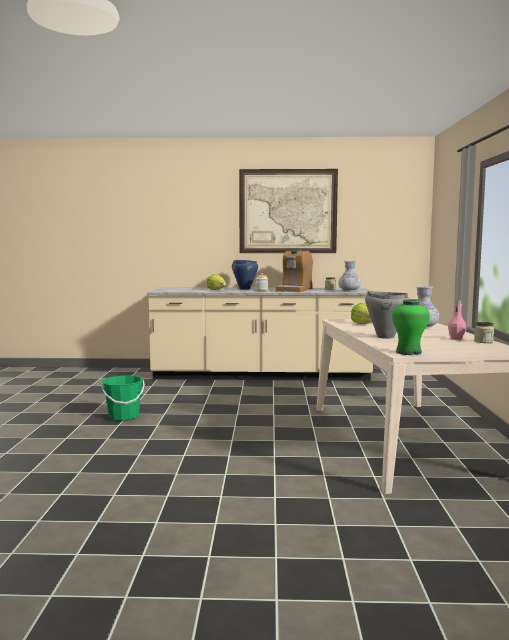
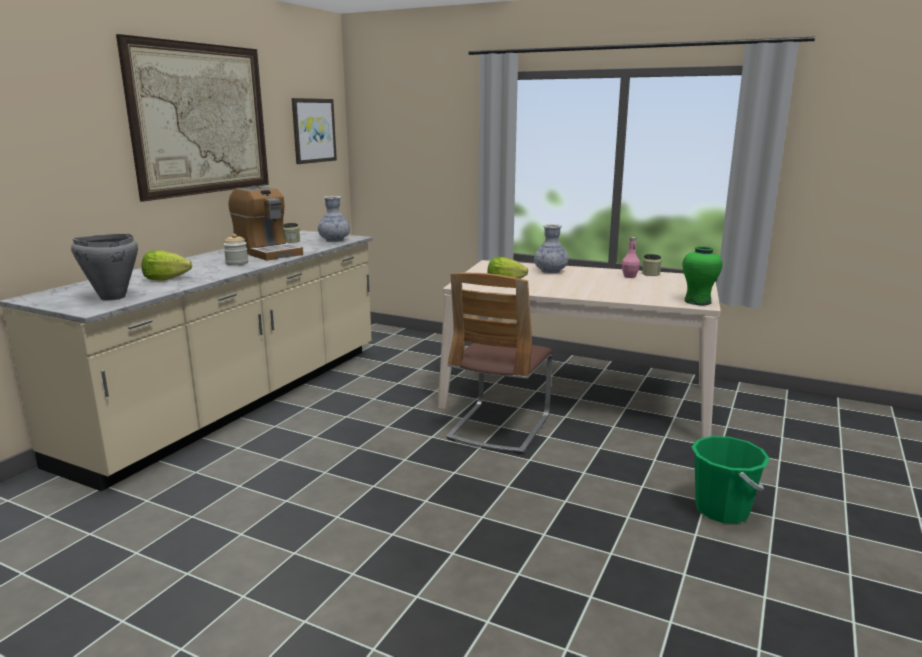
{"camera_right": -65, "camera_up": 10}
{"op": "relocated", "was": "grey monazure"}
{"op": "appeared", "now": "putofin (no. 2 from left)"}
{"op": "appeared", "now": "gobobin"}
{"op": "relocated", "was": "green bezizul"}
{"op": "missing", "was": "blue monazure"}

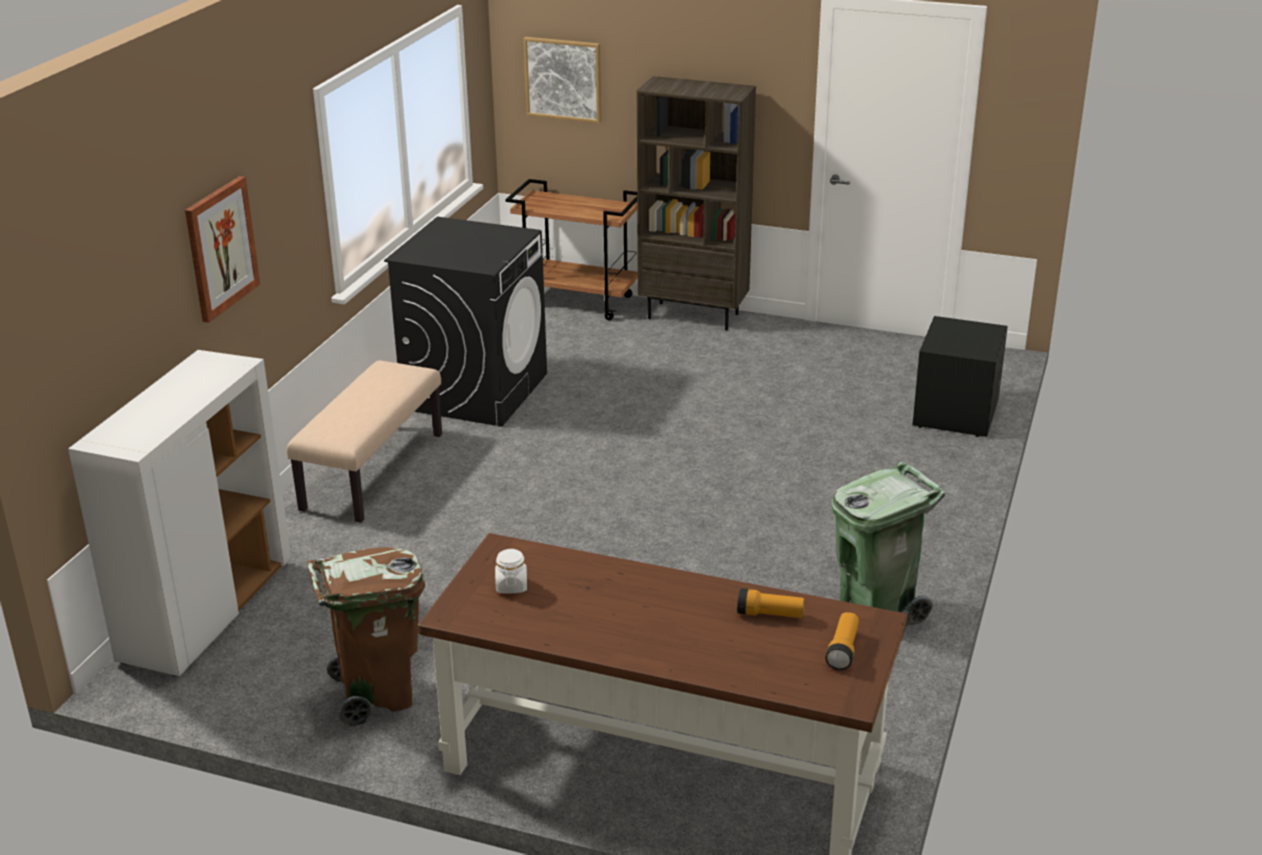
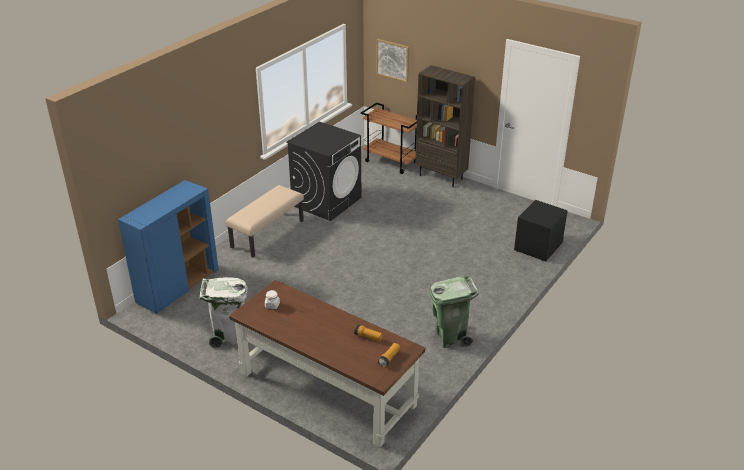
{"camera_right": 15, "camera_up": 5}
{"op": "colour", "was": "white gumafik", "now": "blue gumafik"}
{"op": "colour", "was": "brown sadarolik", "now": "white sadarolik"}
{"op": "missing", "was": "putofin (no. 1 from left)"}

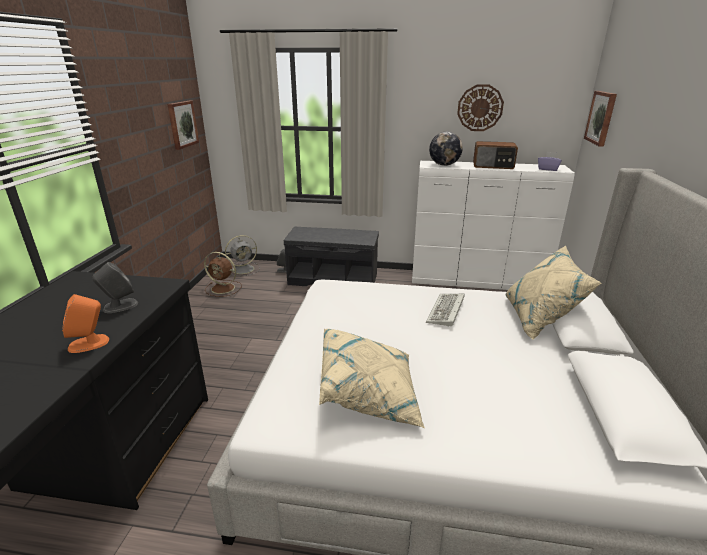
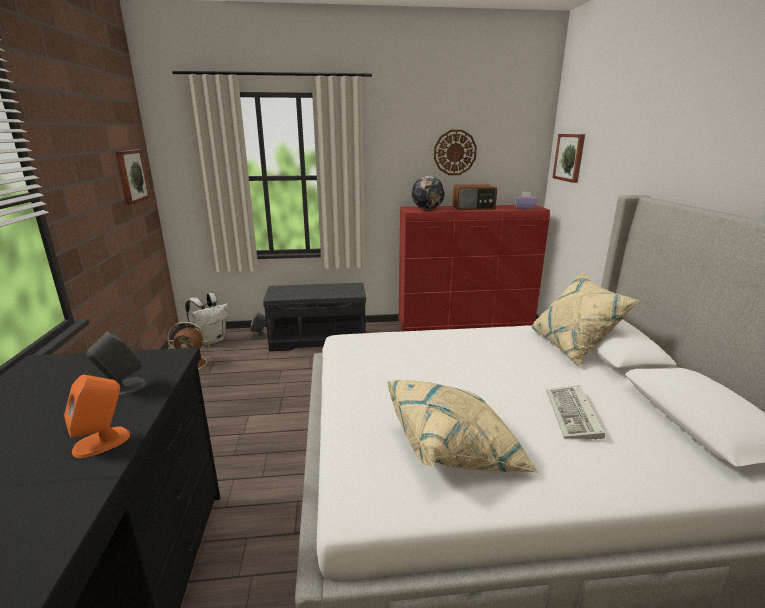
{"camera_right": -15, "camera_up": -5}
{"op": "exchanged", "was": "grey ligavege", "now": "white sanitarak"}
{"op": "colour", "was": "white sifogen", "now": "red sifogen"}
{"op": "relocated", "was": "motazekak"}

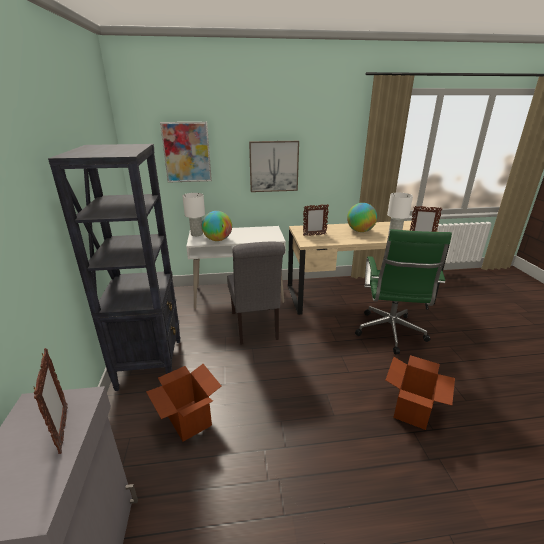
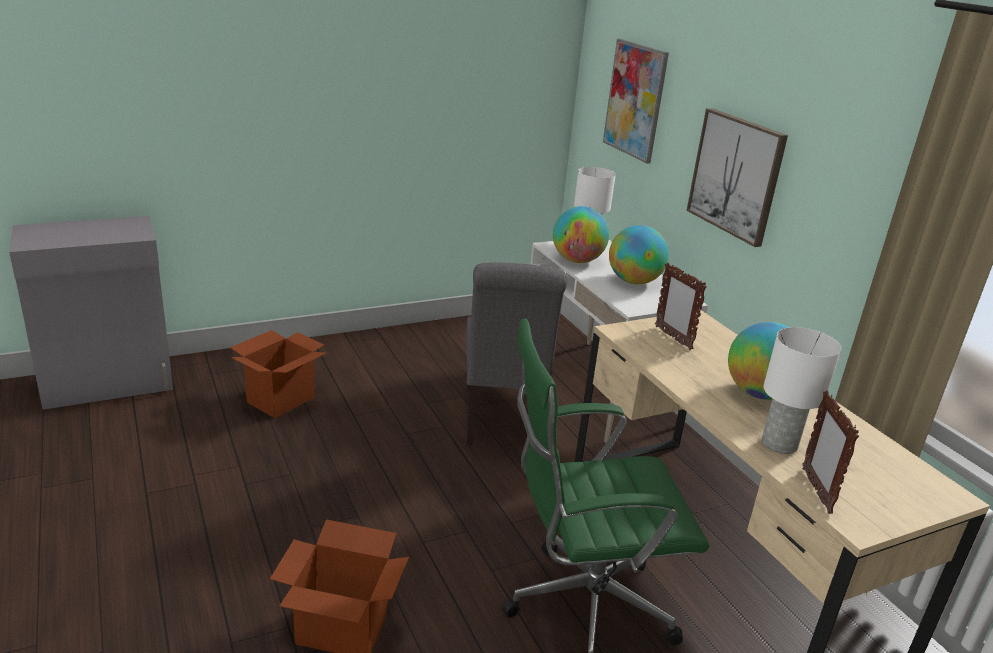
{"camera_right": 70, "camera_up": 0}
{"op": "spun", "was": "grey gobobin", "clockwise": -60}
{"op": "appeared", "now": "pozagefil (no. 2 from left)"}
{"op": "missing", "was": "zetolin (no. 1 from left)"}
{"op": "missing", "was": "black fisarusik"}

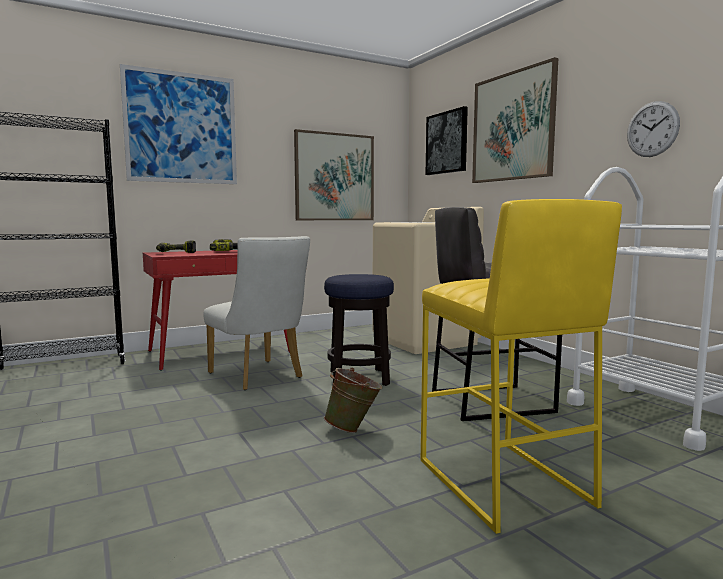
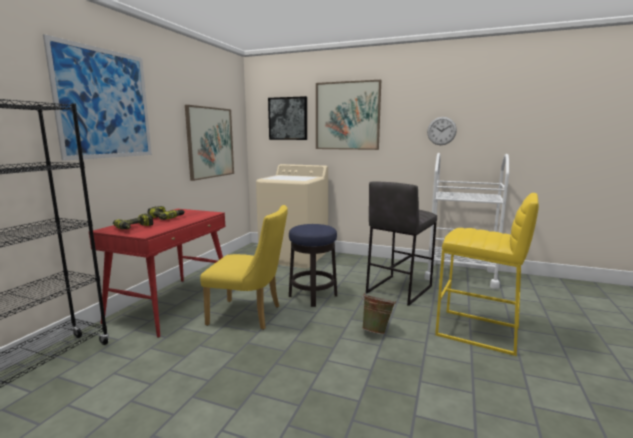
{"camera_right": -40, "camera_up": 5}
{"op": "colour", "was": "white gobobin", "now": "yellow gobobin"}

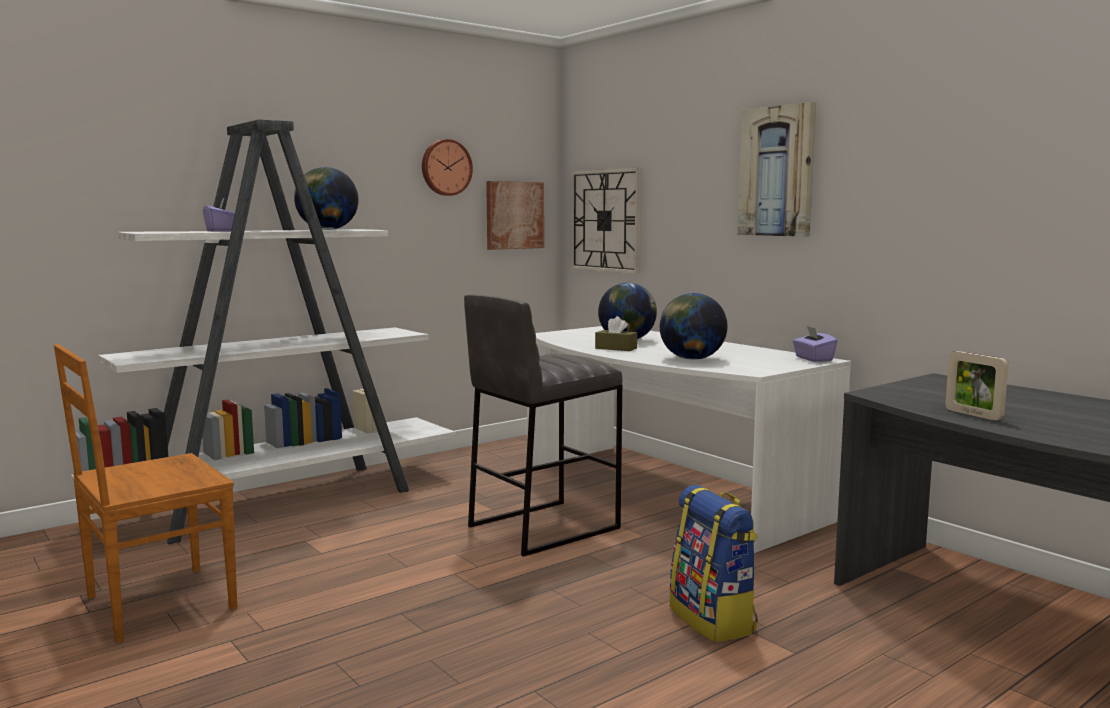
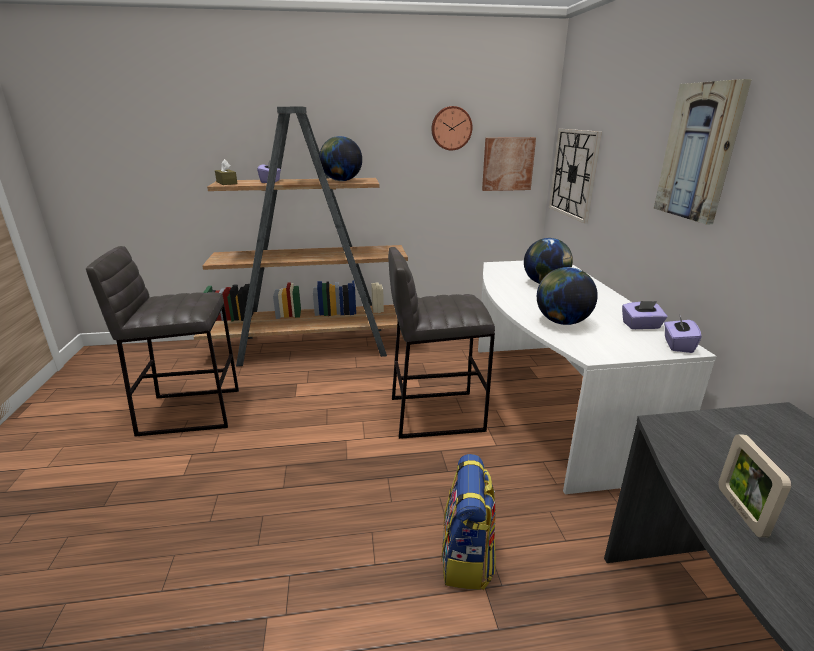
{"camera_right": 30, "camera_up": 15}
{"op": "exchanged", "was": "brown gobobin", "now": "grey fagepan (no. 1 from left)"}
{"op": "colour", "was": "white fisarusik", "now": "brown fisarusik"}
{"op": "relocated", "was": "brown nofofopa"}
{"op": "appeared", "now": "purple nofofopa (no. 2 from left)"}

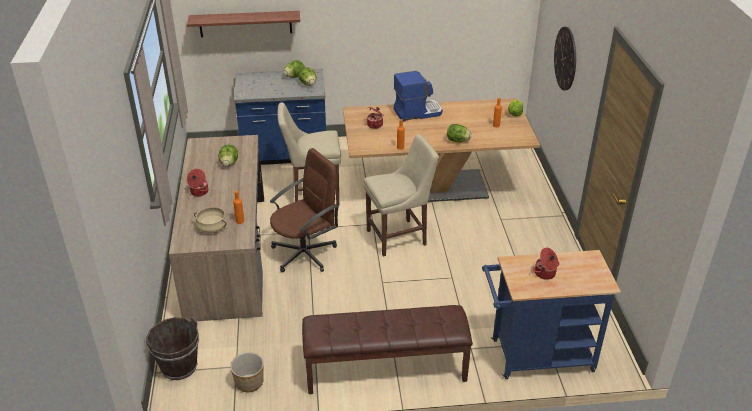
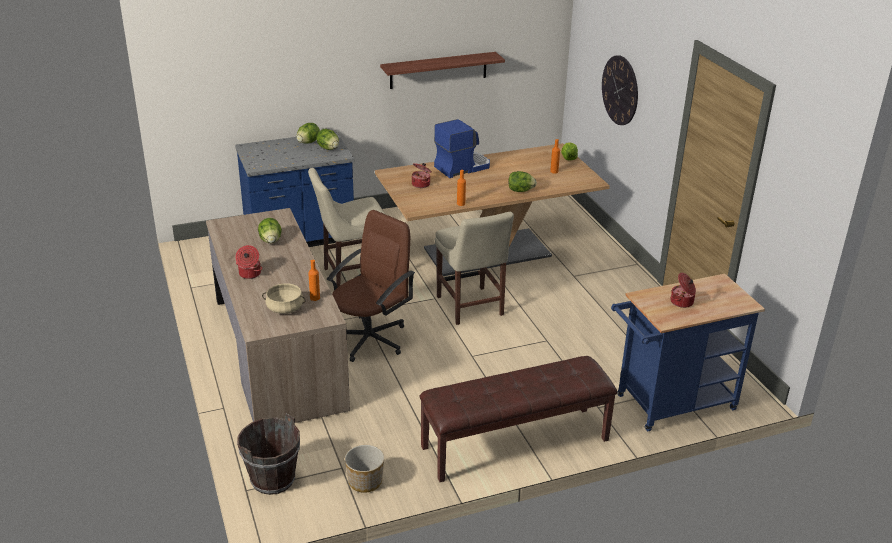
{"camera_right": -15, "camera_up": -5}
{"op": "relocated", "was": "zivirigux"}
{"op": "spun", "was": "beige gobobin (no. 2 from left)", "clockwise": 105}

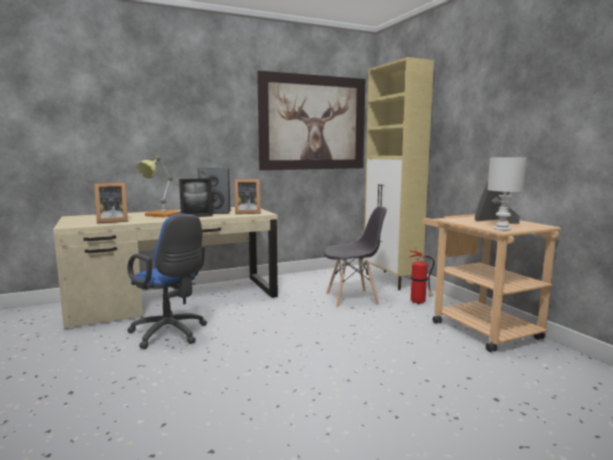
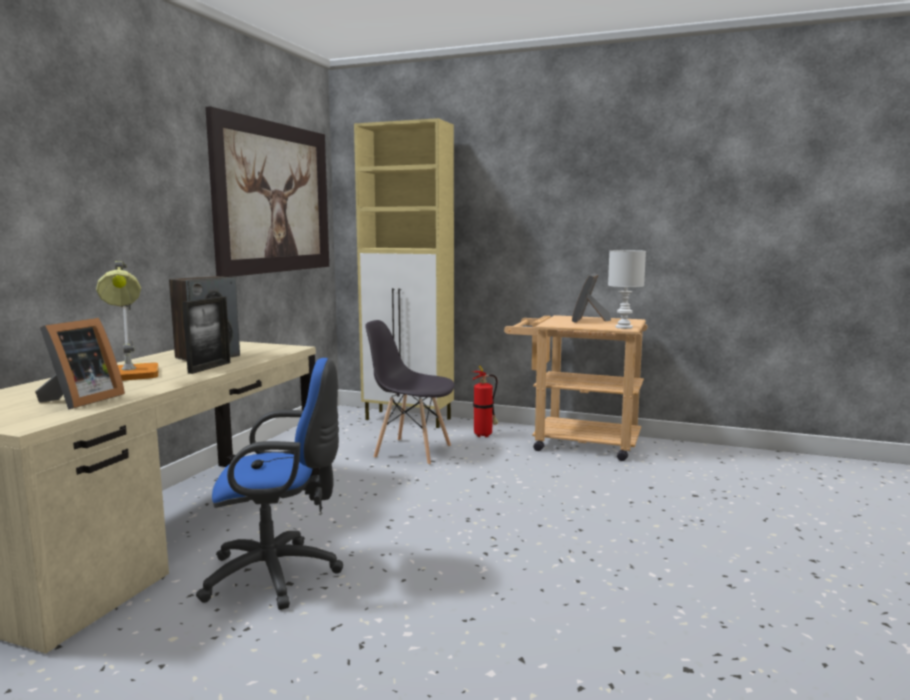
{"camera_right": -45, "camera_up": 0}
{"op": "spun", "was": "grey gobobin", "clockwise": -105}
{"op": "missing", "was": "zetolin (no. 3 from left)"}

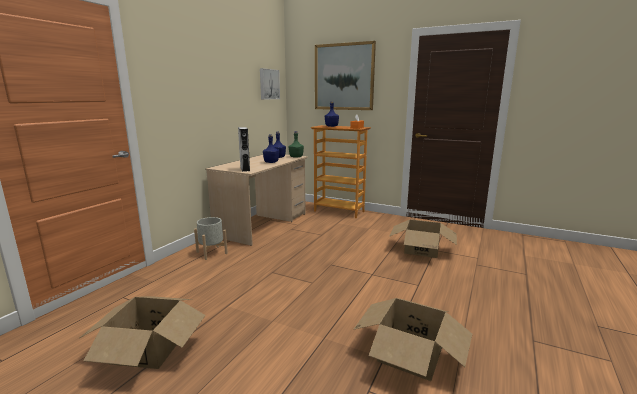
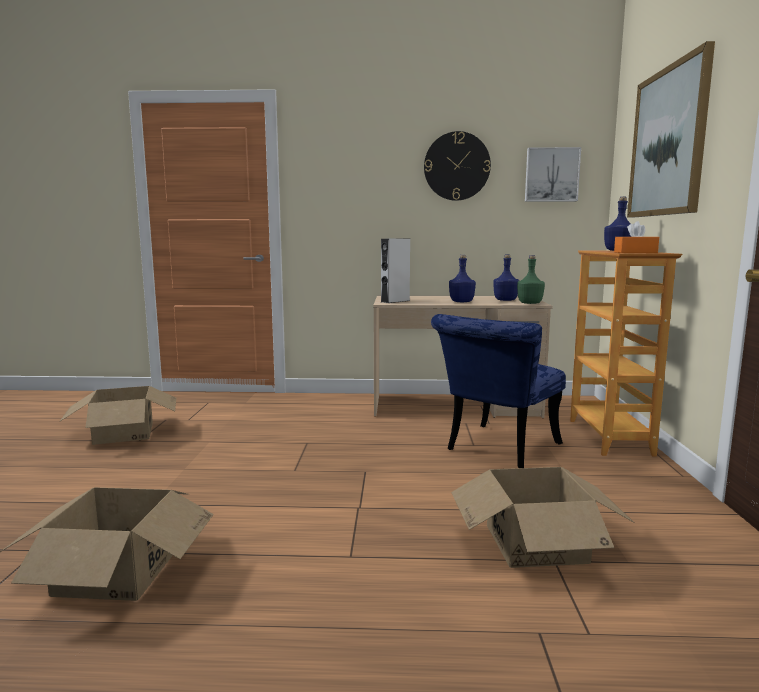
{"camera_right": 65, "camera_up": -5}
{"op": "appeared", "now": "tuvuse"}
{"op": "appeared", "now": "blue gobobin"}
{"op": "missing", "was": "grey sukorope"}

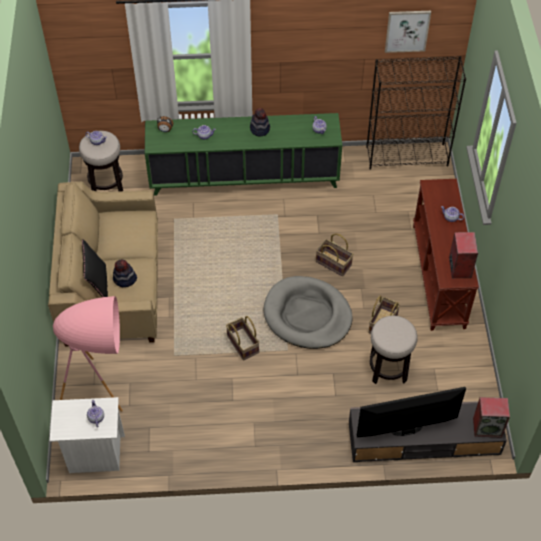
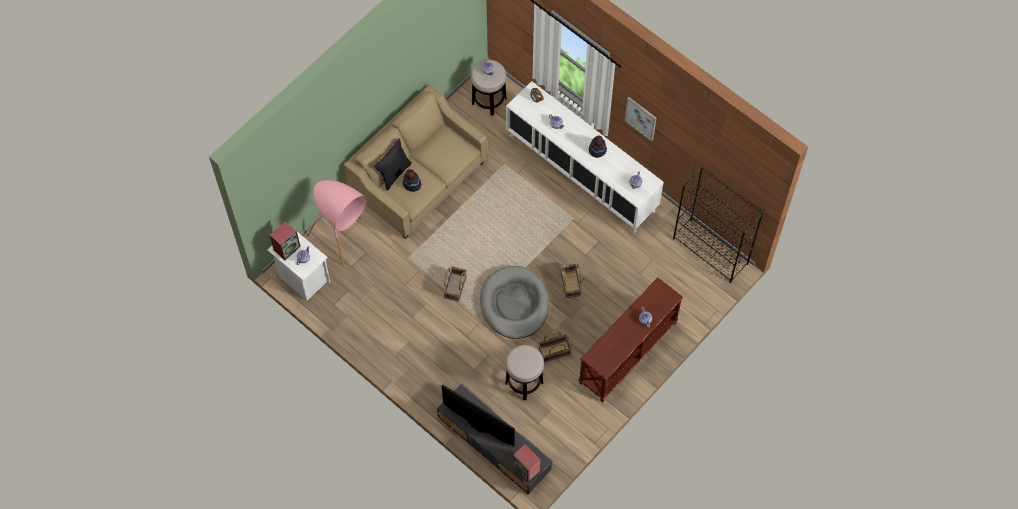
{"camera_right": 45, "camera_up": 10}
{"op": "relocated", "was": "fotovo (no. 1 from left)"}
{"op": "colour", "was": "green gumafik", "now": "white gumafik"}
{"op": "relocated", "was": "putofin"}

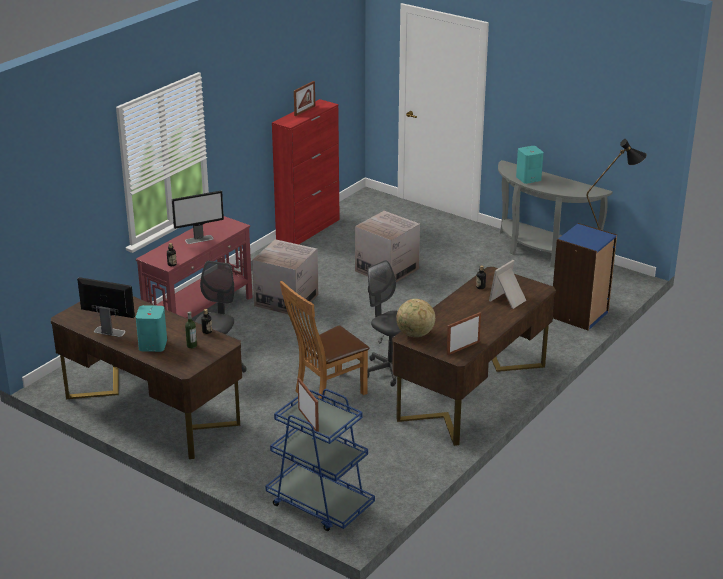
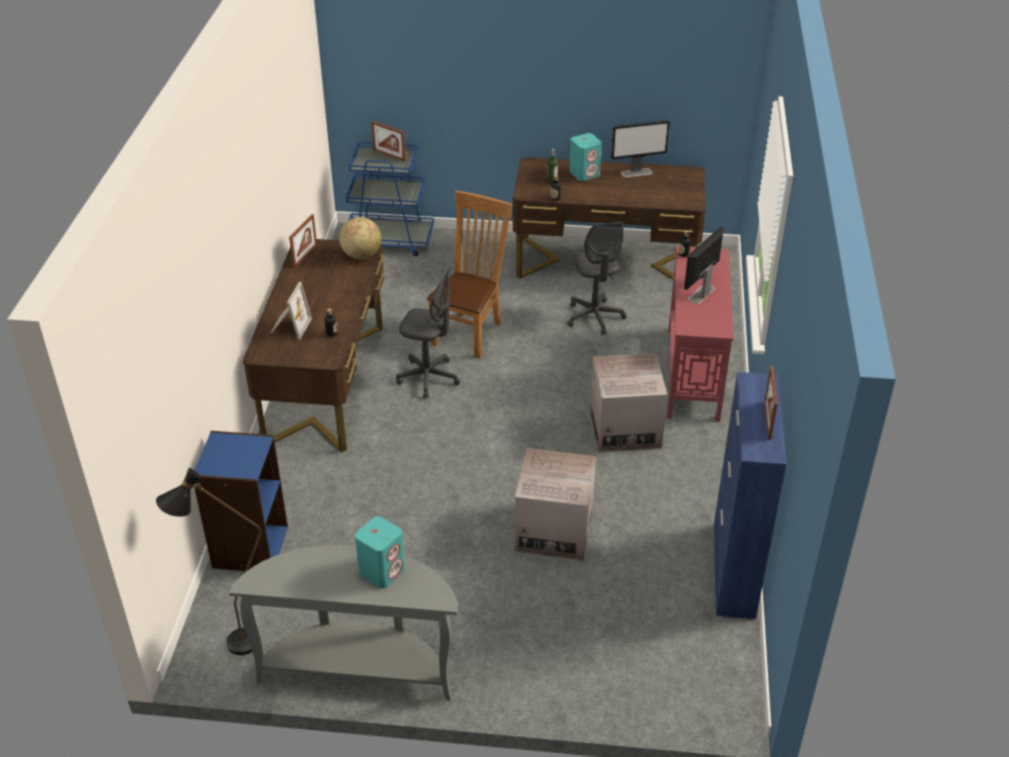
{"camera_right": 150, "camera_up": 10}
{"op": "colour", "was": "red gumafik", "now": "blue gumafik"}

